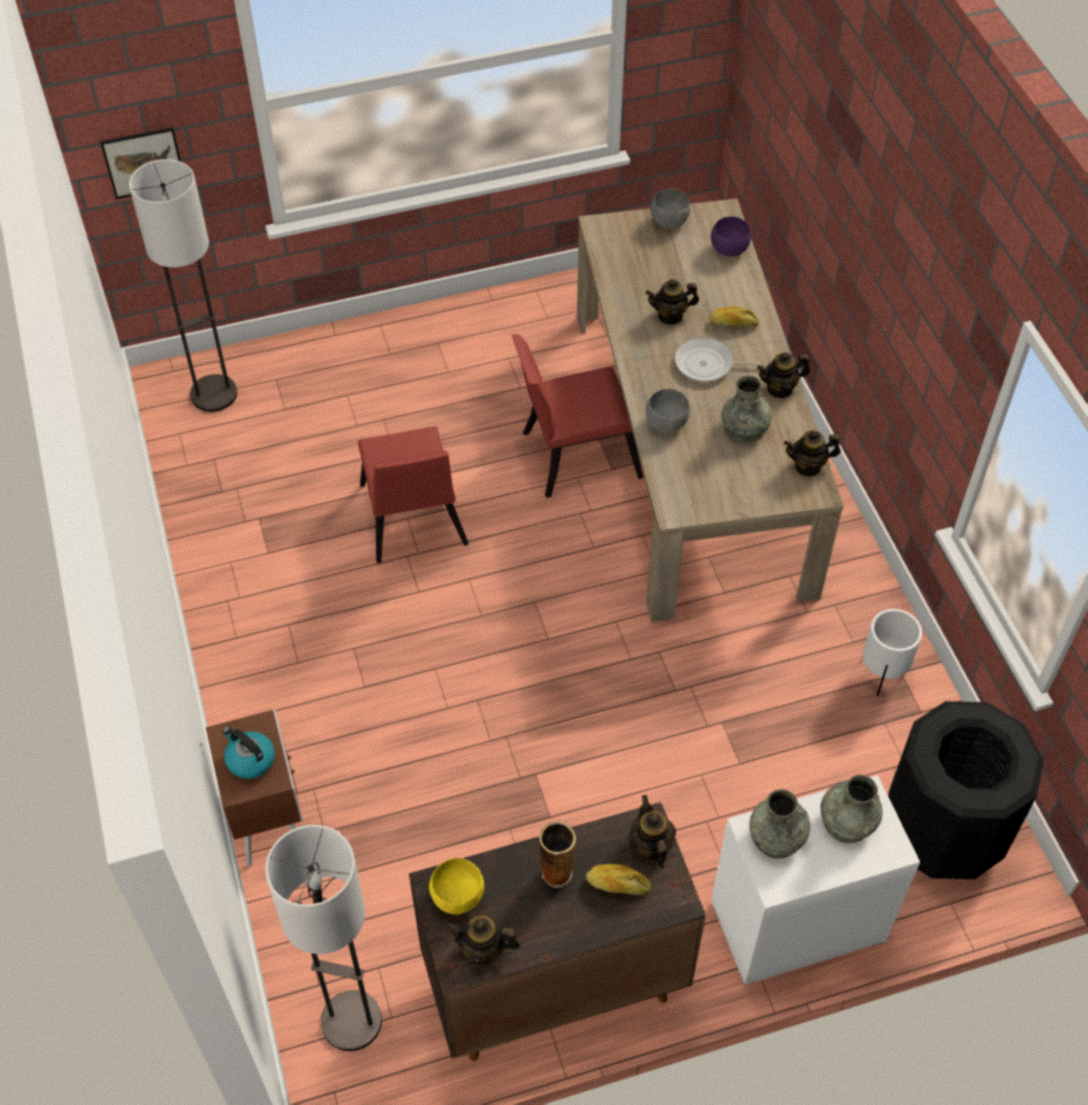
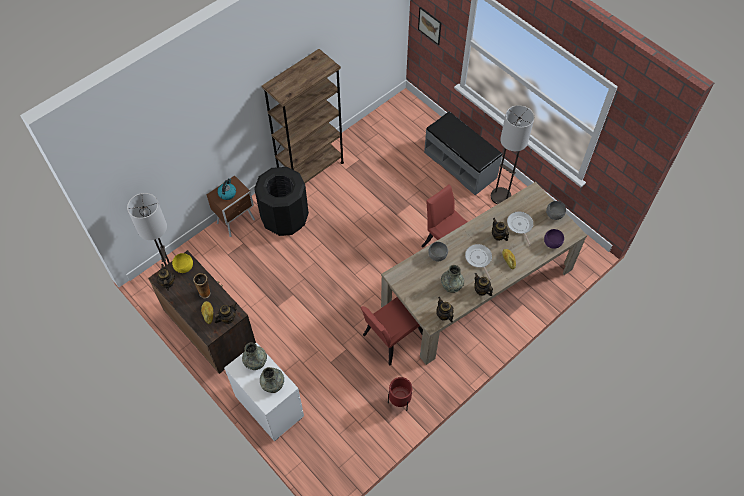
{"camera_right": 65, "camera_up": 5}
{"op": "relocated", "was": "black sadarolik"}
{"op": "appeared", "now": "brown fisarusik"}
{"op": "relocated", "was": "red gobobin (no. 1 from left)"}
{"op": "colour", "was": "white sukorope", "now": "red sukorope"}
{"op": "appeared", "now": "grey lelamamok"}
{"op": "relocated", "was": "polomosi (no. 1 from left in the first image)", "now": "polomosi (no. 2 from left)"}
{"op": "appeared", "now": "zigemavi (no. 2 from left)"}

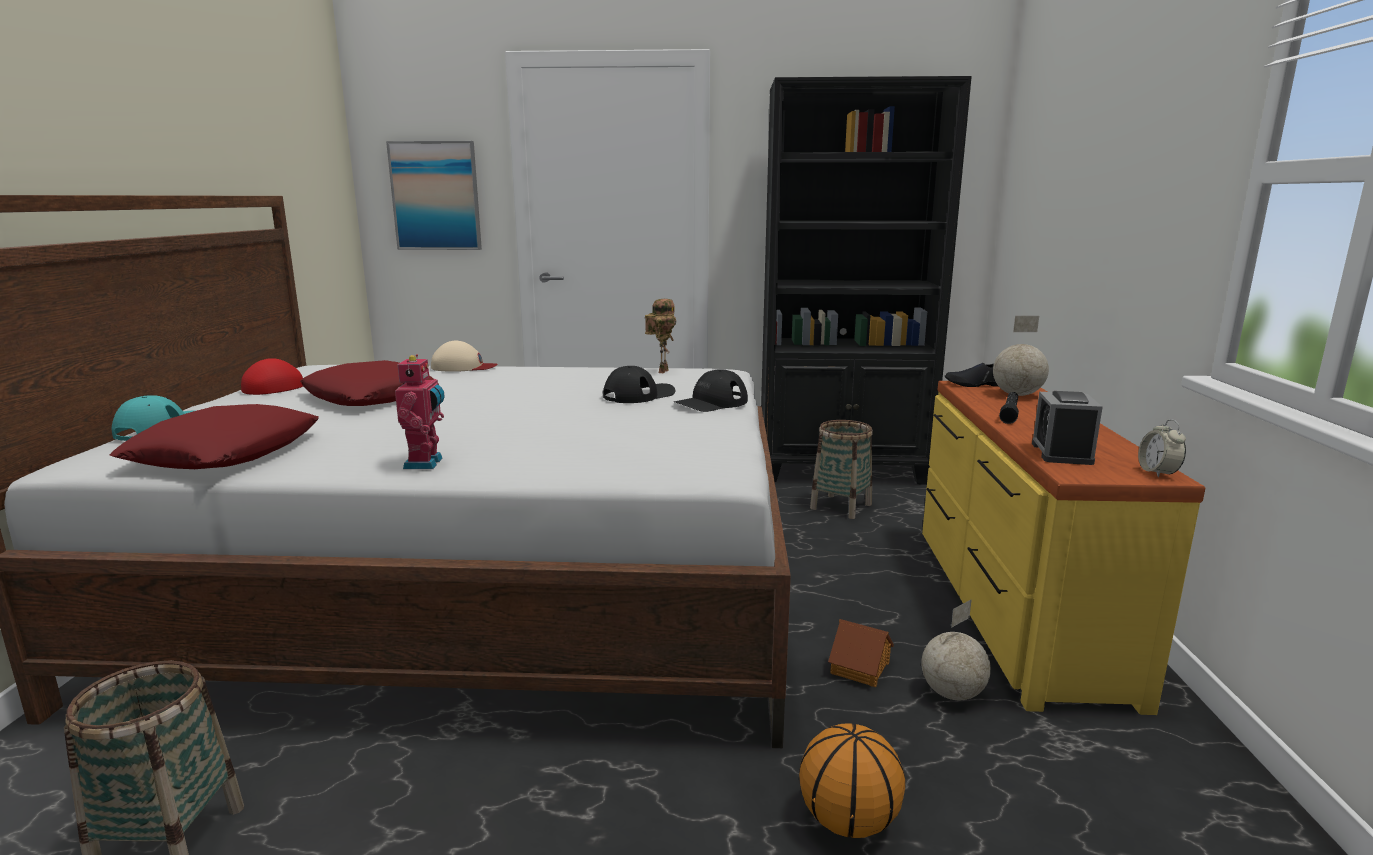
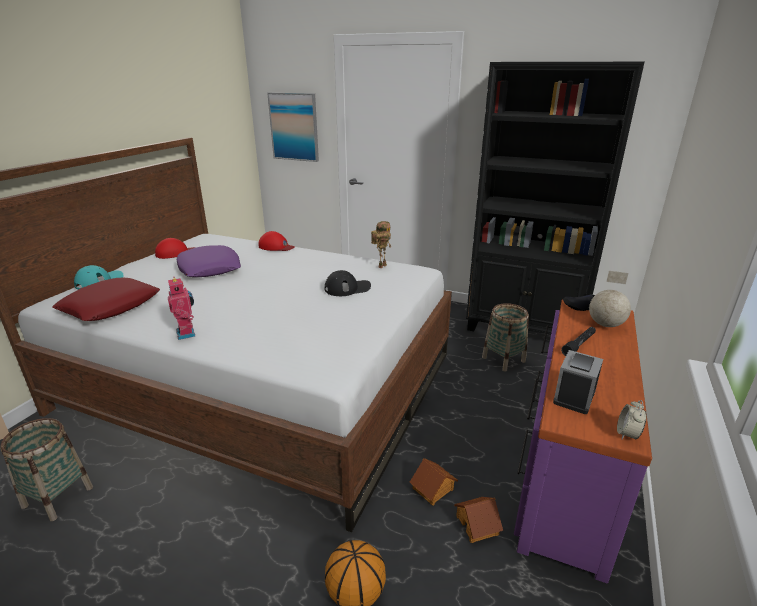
{"camera_right": 20, "camera_up": 10}
{"op": "spun", "was": "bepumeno (no. 1 from left)", "clockwise": -45}
{"op": "colour", "was": "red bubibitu (no. 2 from left)", "now": "purple bubibitu"}
{"op": "colour", "was": "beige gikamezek", "now": "red gikamezek (no. 2 from left)"}
{"op": "exchanged", "was": "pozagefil (no. 1 from left)", "now": "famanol (no. 2 from left)"}
{"op": "colour", "was": "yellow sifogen", "now": "purple sifogen"}
{"op": "missing", "was": "black gikamezek (no. 2 from left)"}

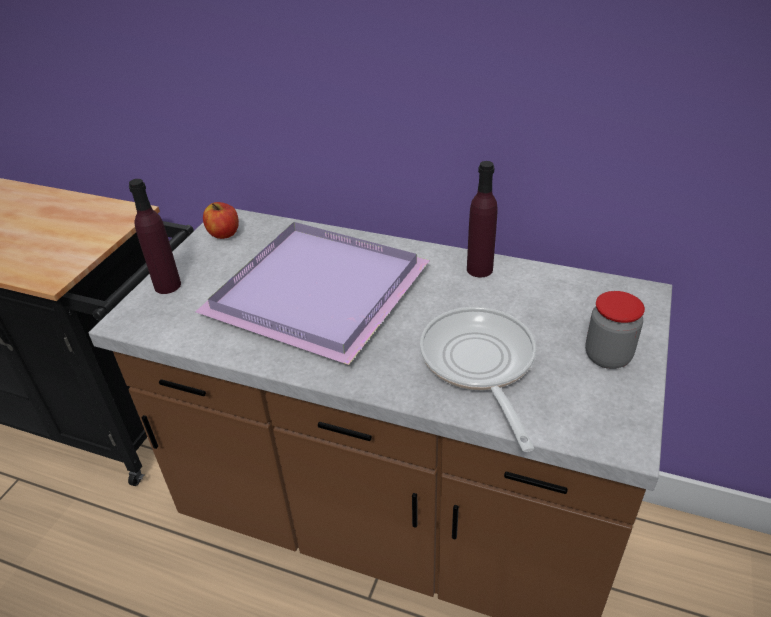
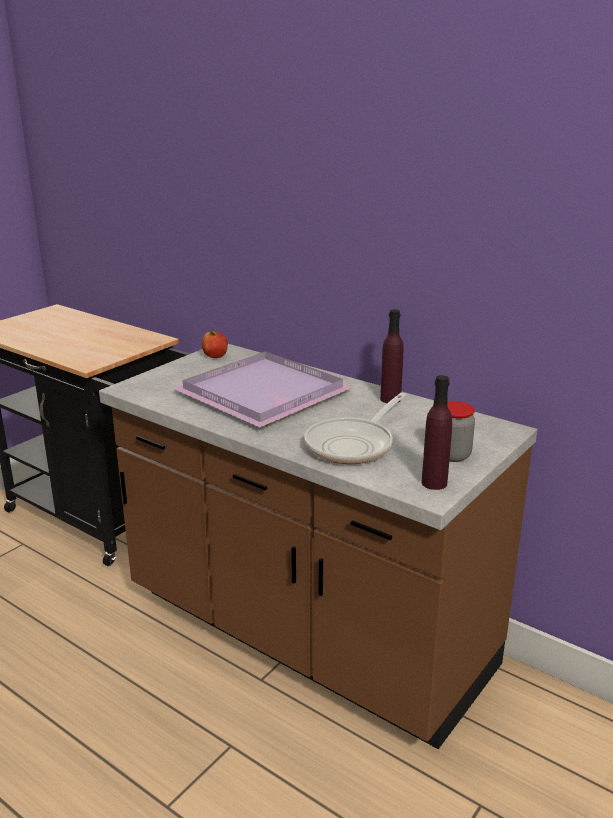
{"camera_right": 15, "camera_up": -15}
{"op": "spun", "was": "zigemavi", "clockwise": -150}
{"op": "relocated", "was": "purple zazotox (no. 1 from left in the first image)", "now": "purple zazotox (no. 2 from left)"}

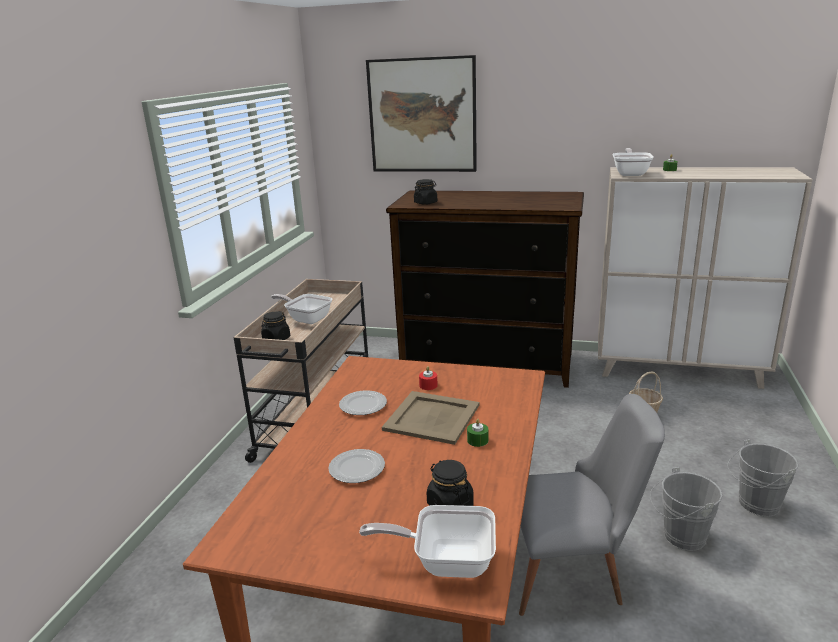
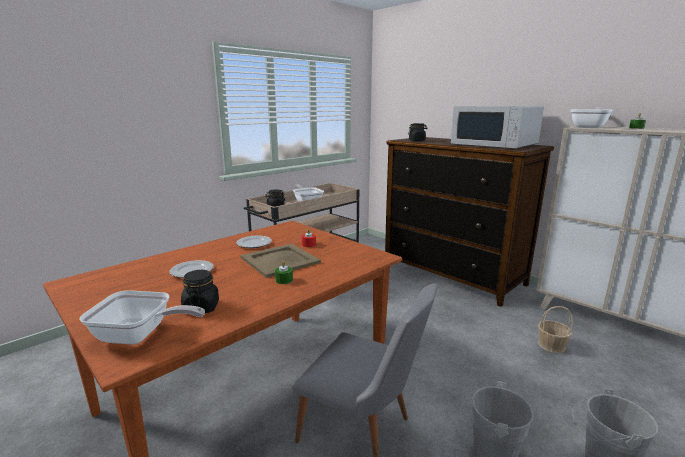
{"camera_right": 30, "camera_up": -5}
{"op": "spun", "was": "zigemavi (no. 2 from left in the first image)", "clockwise": 150}
{"op": "appeared", "now": "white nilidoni"}
{"op": "missing", "was": "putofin"}

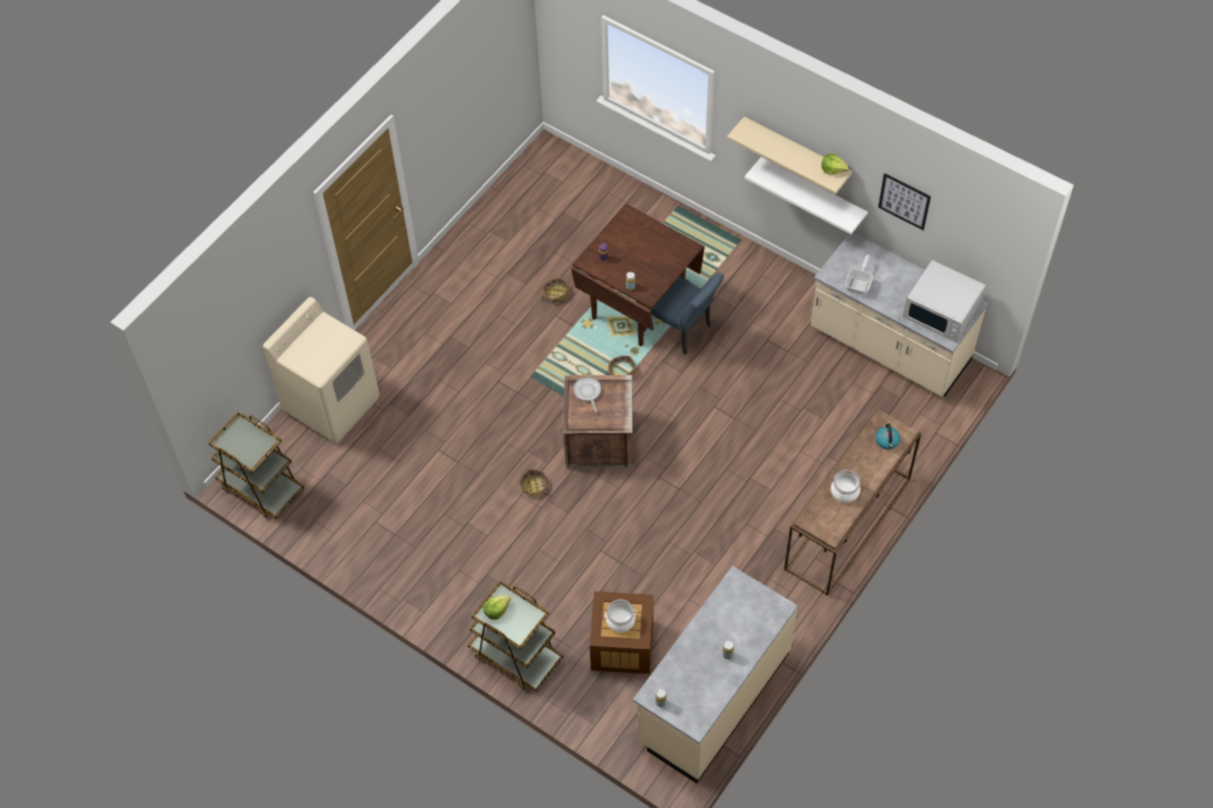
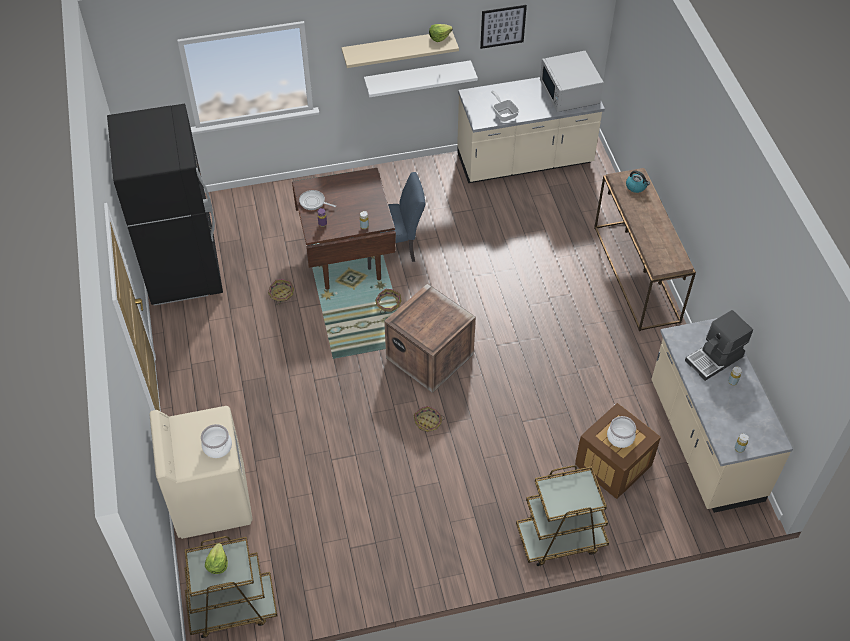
{"camera_right": -50, "camera_up": -5}
{"op": "appeared", "now": "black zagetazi"}
{"op": "relocated", "was": "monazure (no. 2 from left in the first image)", "now": "monazure (no. 1 from left)"}
{"op": "relocated", "was": "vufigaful (no. 1 from left)"}
{"op": "relocated", "was": "zigemavi (no. 1 from left)"}
{"op": "spun", "was": "white nilidoni", "clockwise": 90}
{"op": "appeared", "now": "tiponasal"}

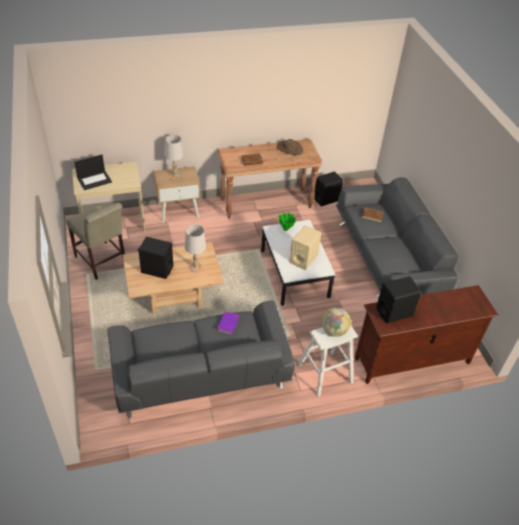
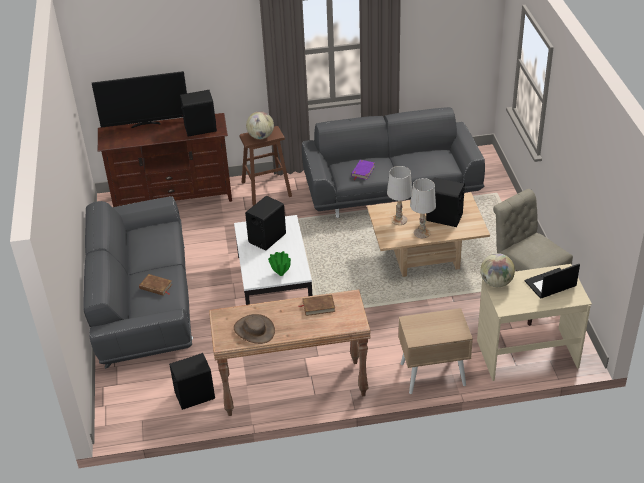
{"camera_right": -170, "camera_up": -5}
{"op": "appeared", "now": "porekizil"}
{"op": "colour", "was": "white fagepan", "now": "brown fagepan"}
{"op": "colour", "was": "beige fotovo", "now": "black fotovo (no. 3 from left)"}
{"op": "relocated", "was": "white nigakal (no. 1 from left in the first image)", "now": "white nigakal (no. 2 from left)"}
{"op": "appeared", "now": "pozagefil (no. 2 from left)"}

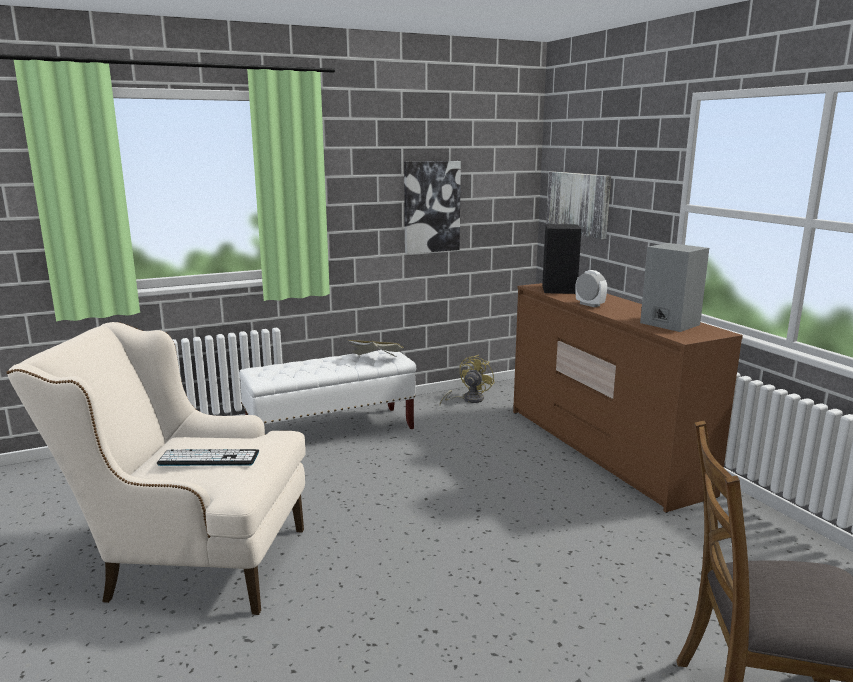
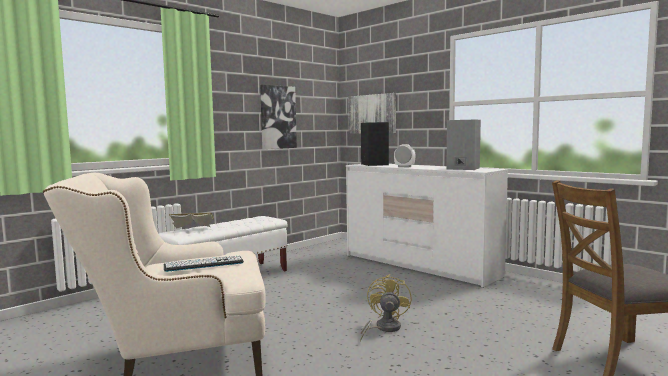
{"camera_right": -20, "camera_up": -10}
{"op": "relocated", "was": "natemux"}
{"op": "colour", "was": "brown sifogen", "now": "white sifogen"}
{"op": "relocated", "was": "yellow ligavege"}

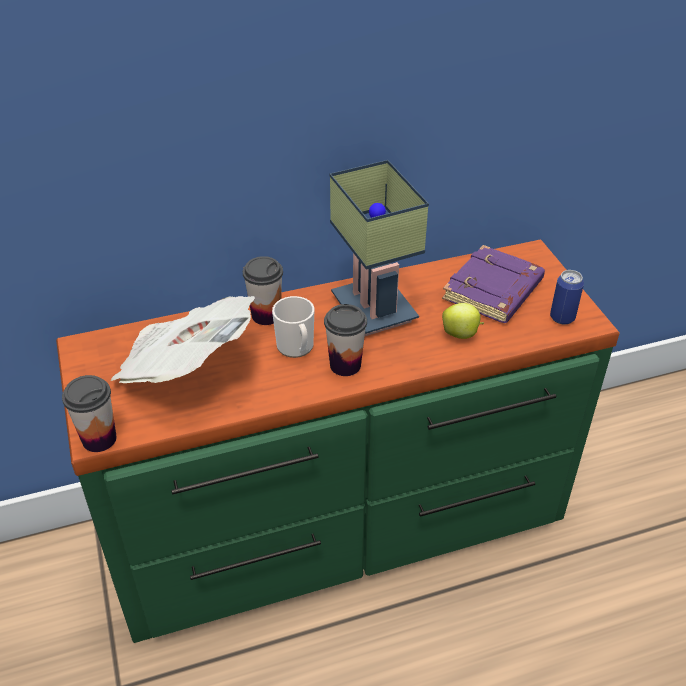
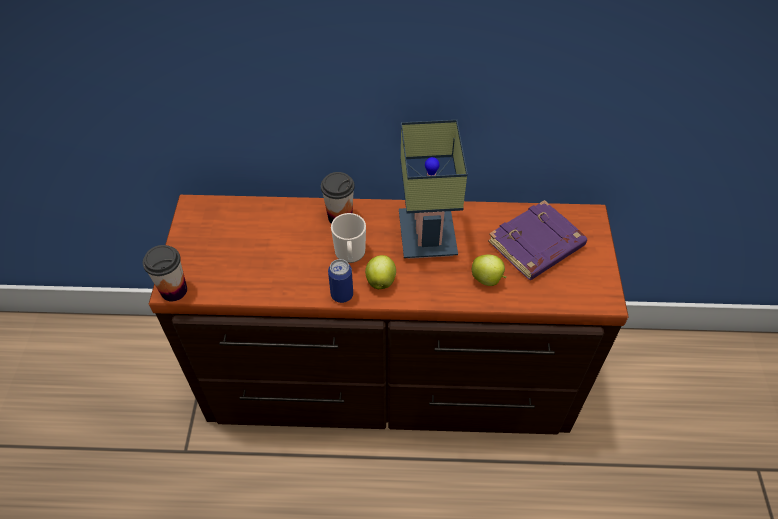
{"camera_right": 20, "camera_up": 10}
{"op": "colour", "was": "green sifogen", "now": "brown sifogen"}
{"op": "relocated", "was": "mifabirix"}
{"op": "exchanged", "was": "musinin (no. 3 from left)", "now": "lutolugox (no. 1 from left)"}
{"op": "missing", "was": "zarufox"}

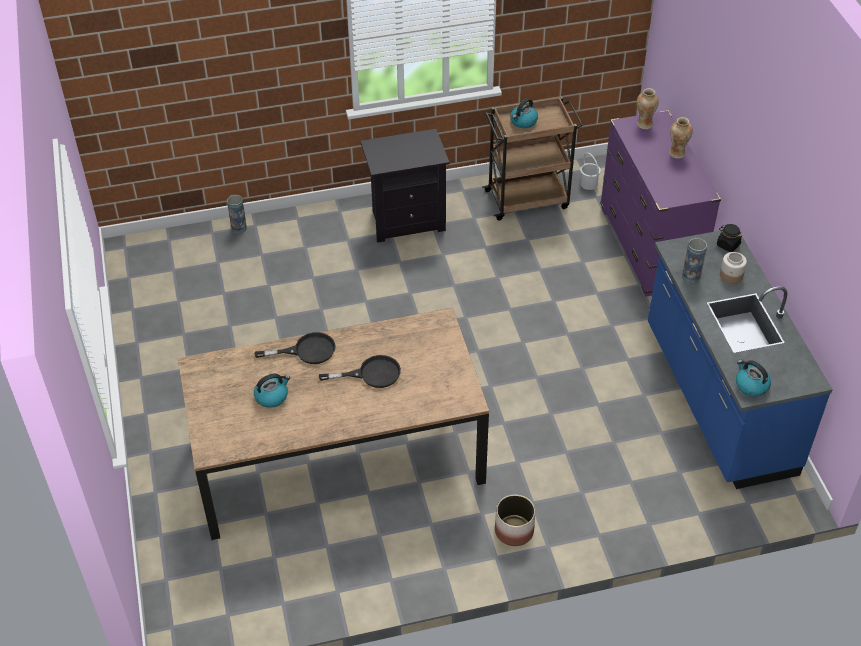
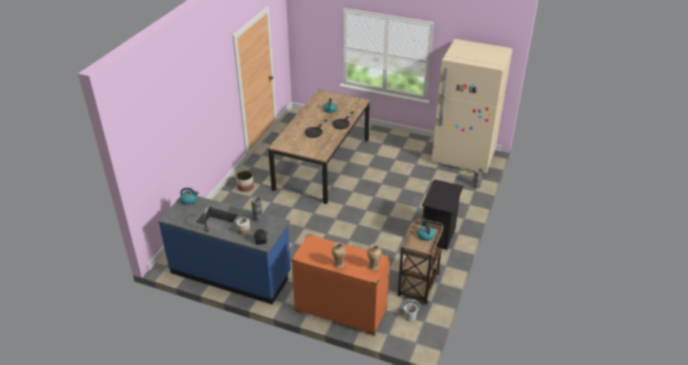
{"camera_right": 125, "camera_up": -10}
{"op": "colour", "was": "purple sifogen", "now": "orange sifogen"}
{"op": "appeared", "now": "beige zagetazi"}

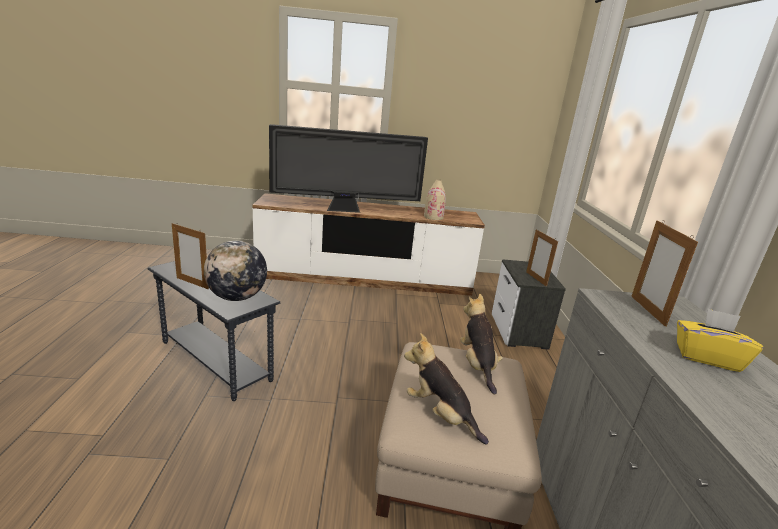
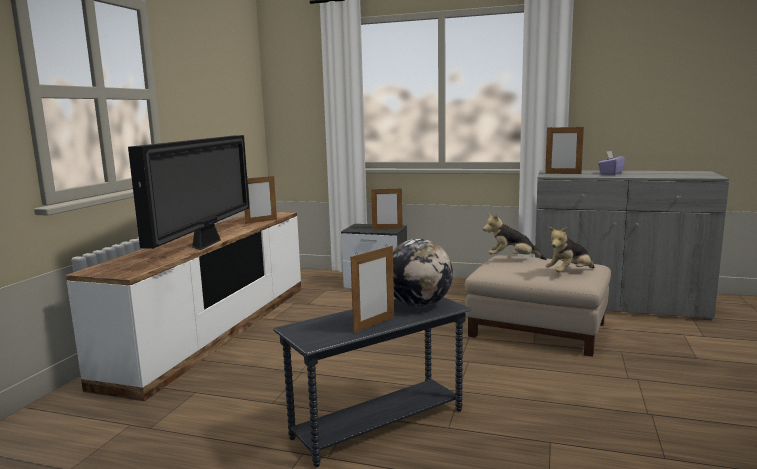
{"camera_right": -70, "camera_up": -10}
{"op": "exchanged", "was": "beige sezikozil", "now": "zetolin (no. 1 from left)"}
{"op": "colour", "was": "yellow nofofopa", "now": "purple nofofopa"}

